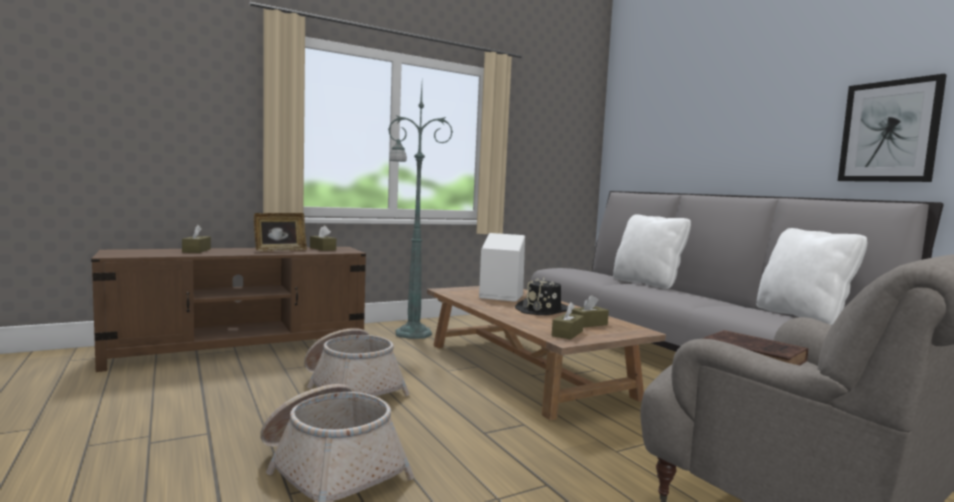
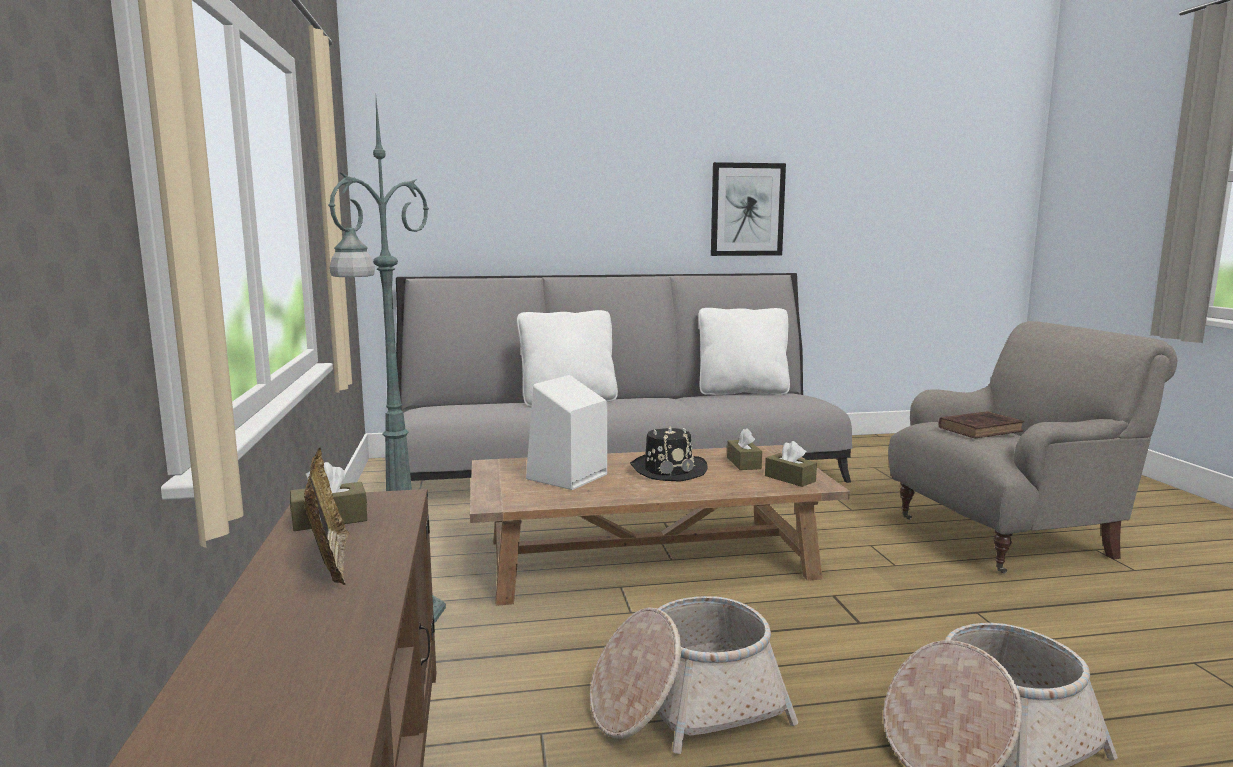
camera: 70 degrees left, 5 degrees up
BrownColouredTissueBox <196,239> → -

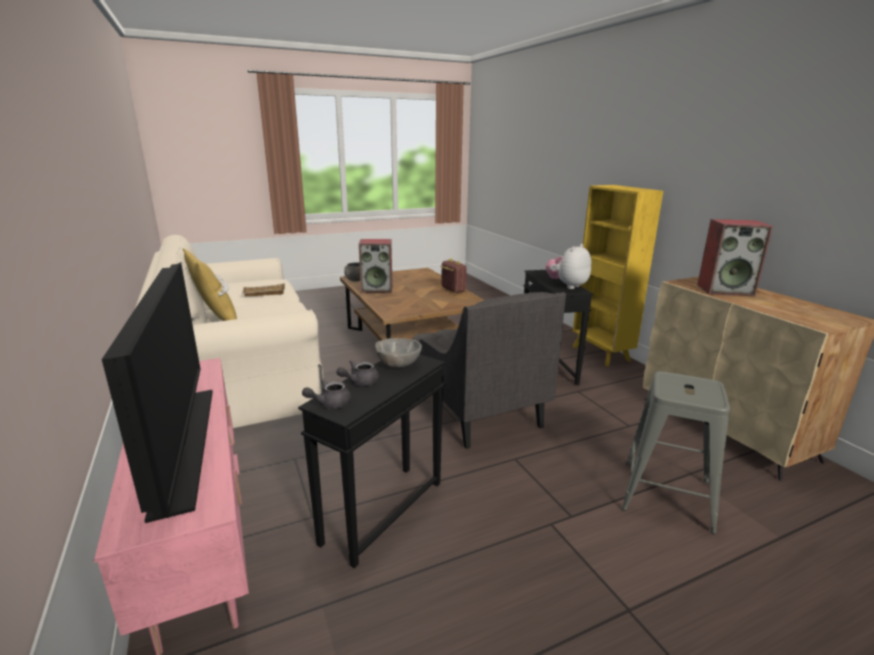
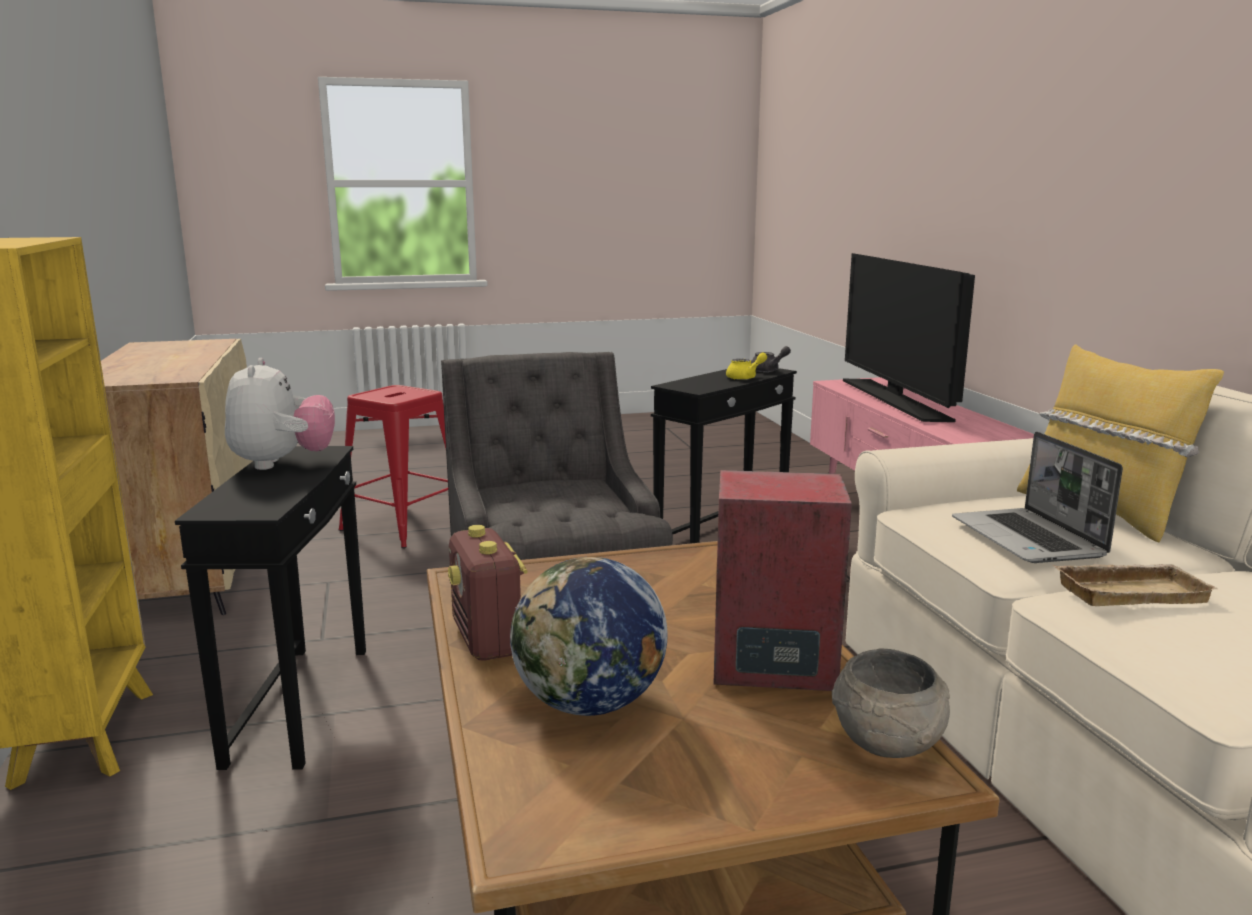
camera: 170 degrees left, 5 degrees down
GrayDeepDish <398,353> → -
Loudspeaker <735,257> → -
- → DeskGlobe <589,636>
- → NotebookComputer <1037,497>
GrayPotForTea <358,373> → YellowColouredPotForTea <746,366>
GraySittingStool <676,452> → RedSittingStool <393,466>
SoftToy <568,266> → SoftToy <280,414>, 60 degrees counterclockwise

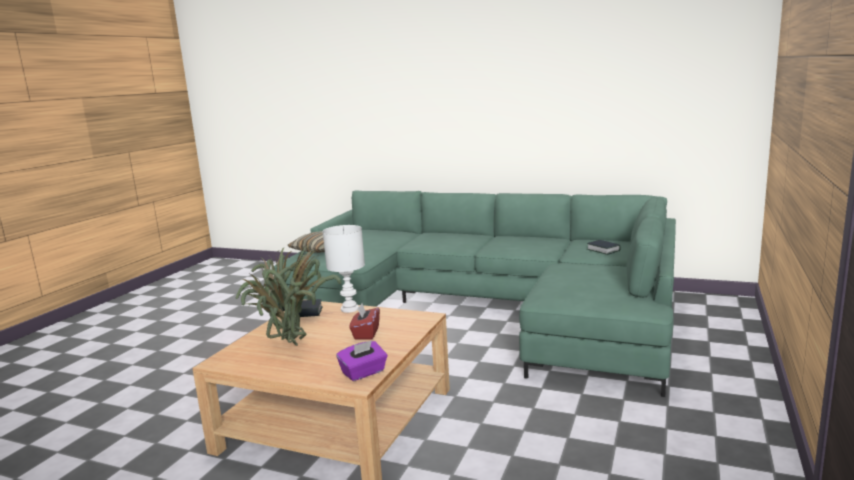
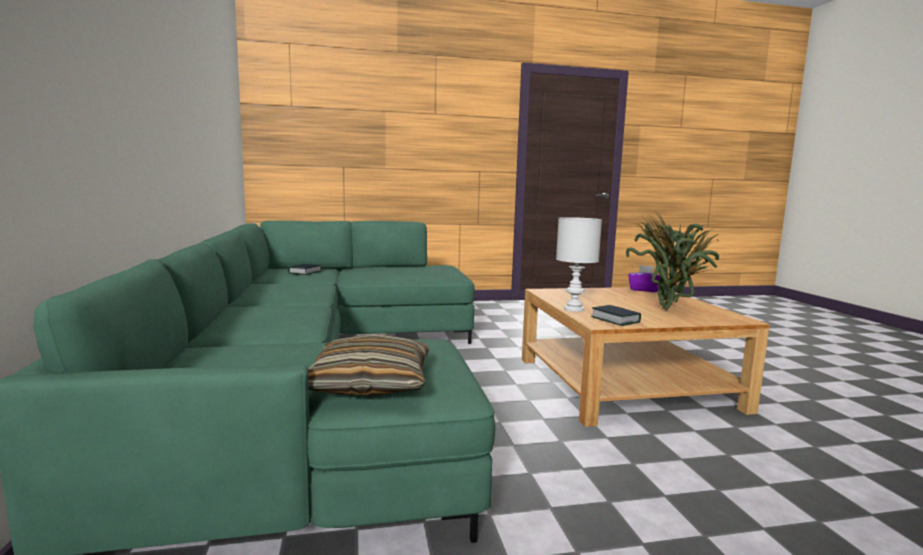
camera: 125 degrees left, 5 degrees down
RedTissueBox <364,321> → -

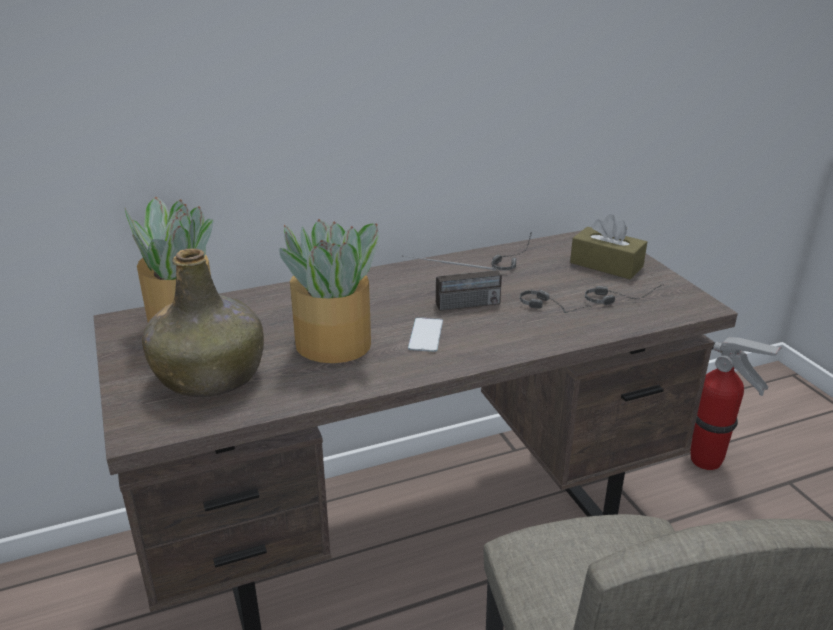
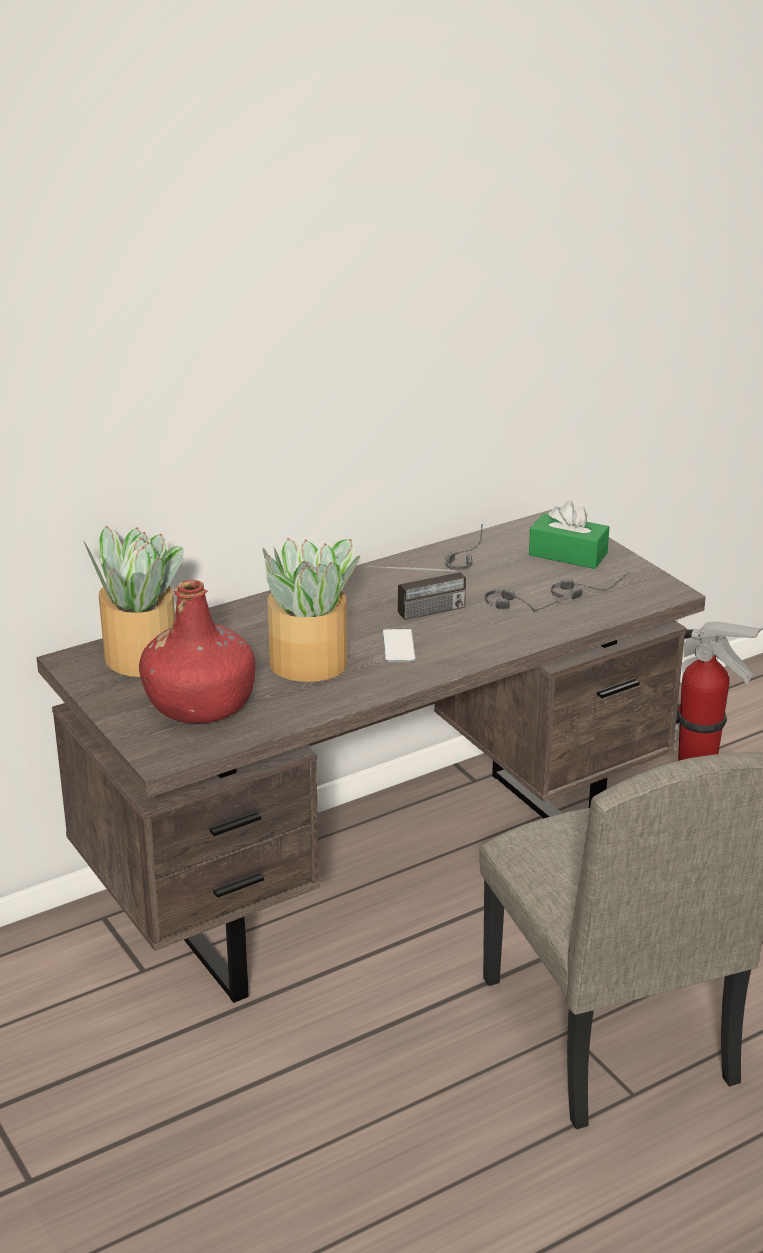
camera: 10 degrees left, 0 degrees up
GreenishBeverageBottle <203,322> → RedBeverageBottle <197,651>
BrownColouredTissueBox <608,246> → GreenishTissueBox <569,535>

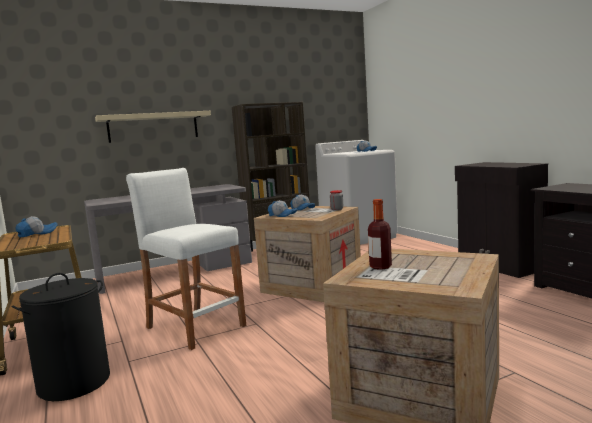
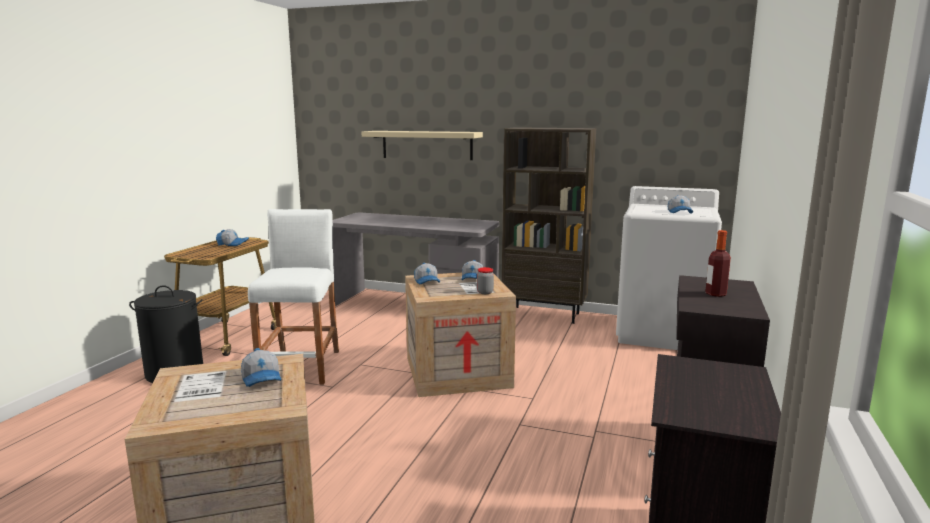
camera: 45 degrees right, 5 degrees up
- → Cap <261,367>
BeverageBottle <380,234> → BeverageBottle <718,263>, move

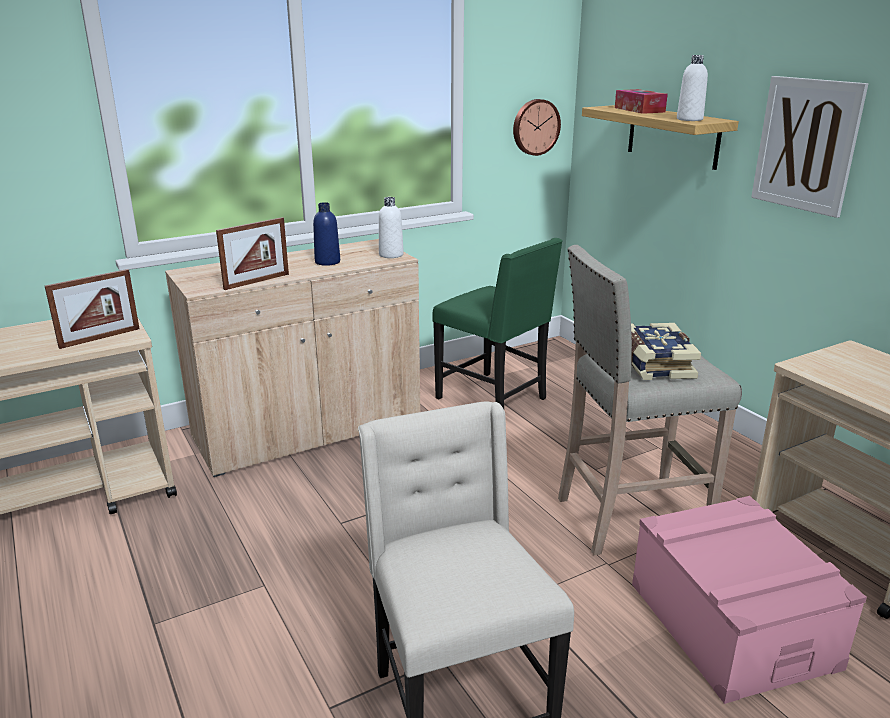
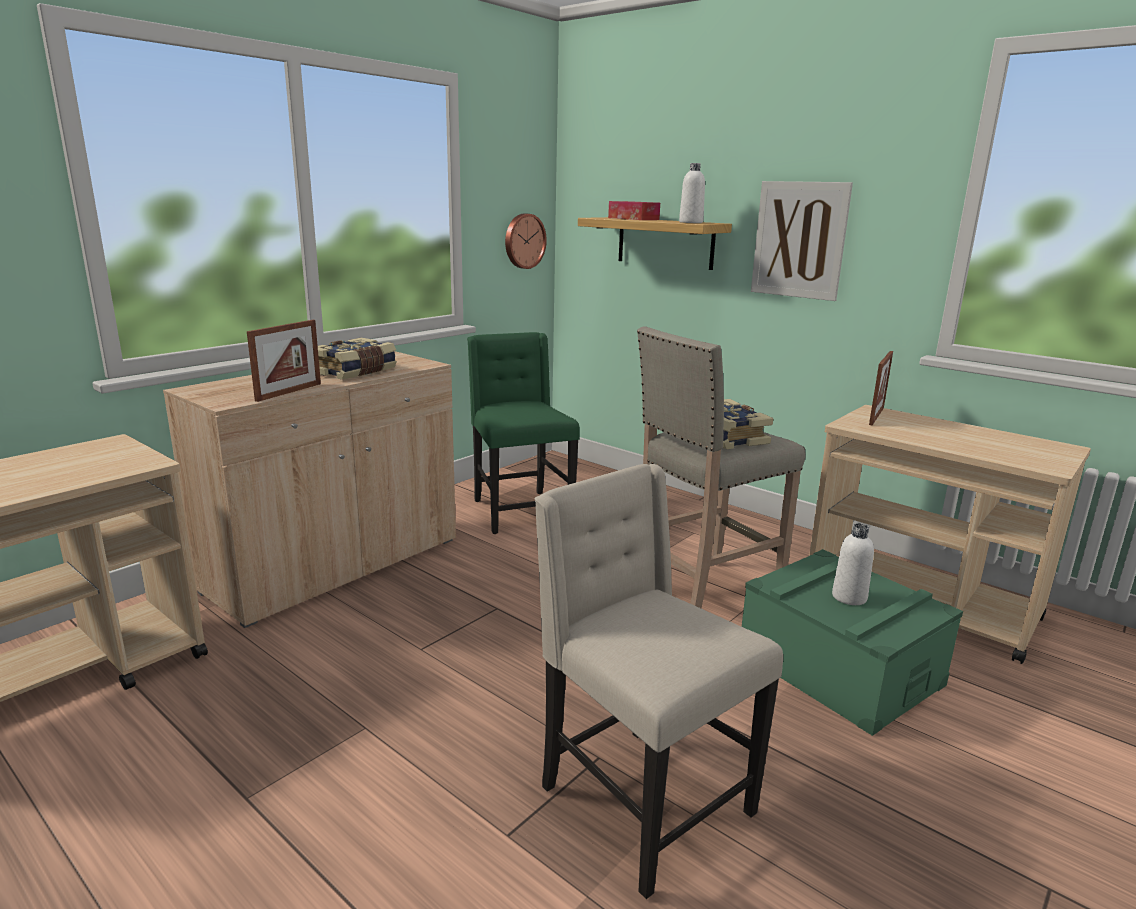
camera: 20 degrees left, 5 degrees down
PictureFrame <92,309> → PictureFrame <881,388>, move
WhiteBeverageBottle <391,227> → WhiteBeverageBottle <853,564>, move
BlueBeverageBottle <326,234> → BoundBook <357,359>
PinkishStorageContainer <749,600> → GreenishStorageContainer <852,642>
GreenishUprightChair <497,323> → GreenishUprightChair <523,433>, 135 degrees counterclockwise

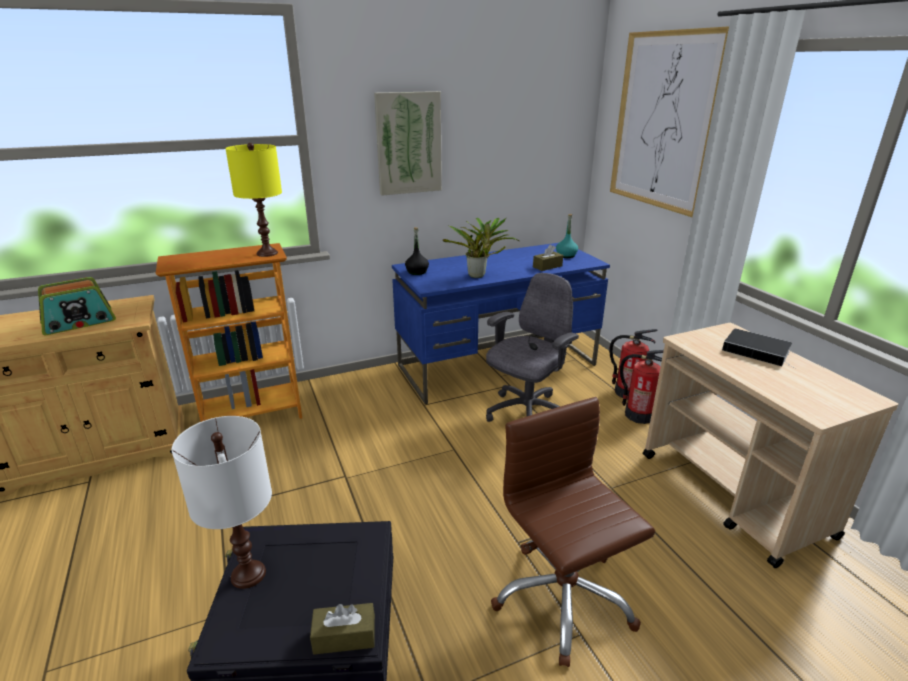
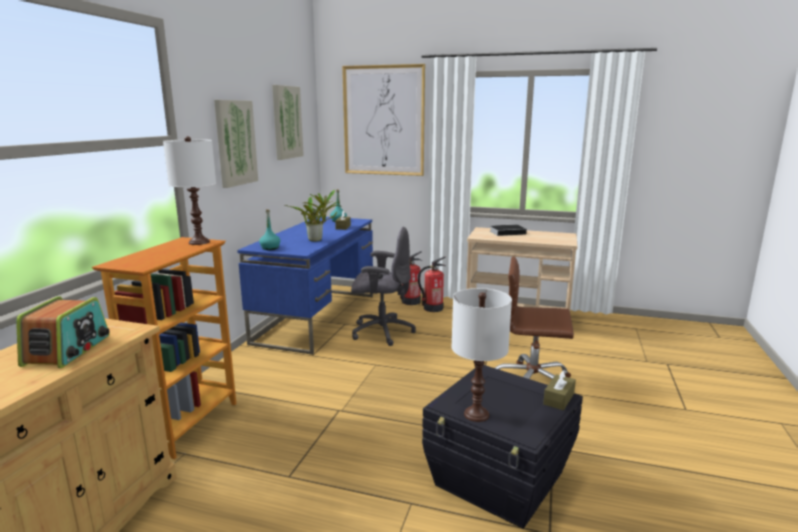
camera: 50 degrees left, 10 degrees down
- → WallPicture <288,122>
YellowColouredLampForATable <253,200> → WhiteLampForATable <189,190>
BlackColouredBeverageBottle <417,251> → BlueGreenBeverageBottle <269,229>
GrayComputerChair <532,347> → GrayComputerChair <383,286>, 105 degrees clockwise

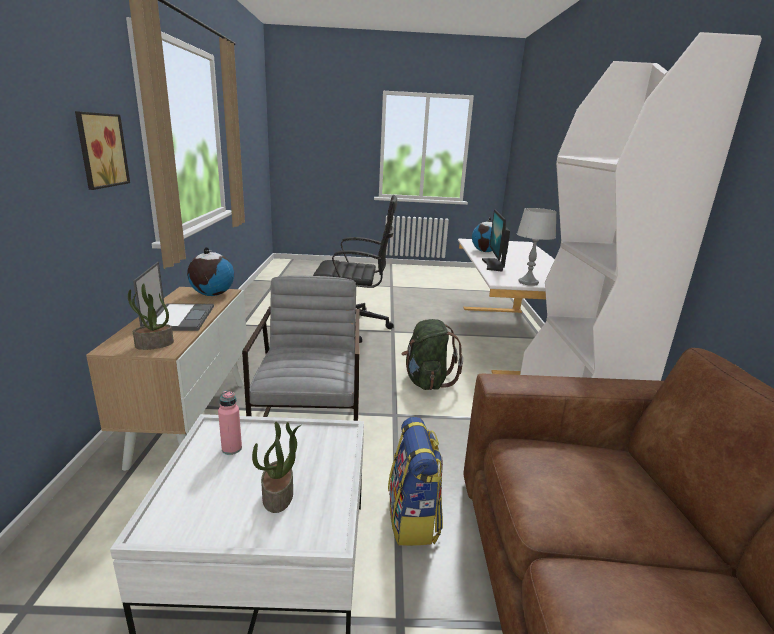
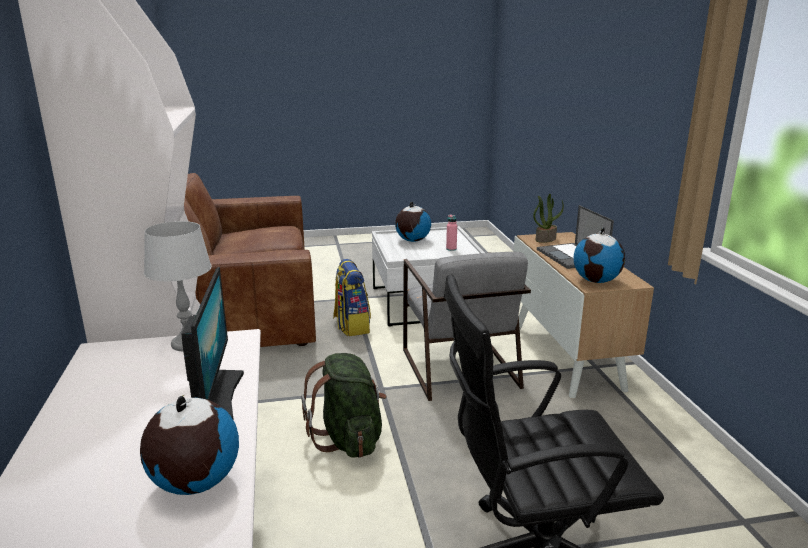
camera: 170 degrees right, 0 degrees up
WallPicture <102,150> → -
PlantInAPot <276,467> → DeskGlobe <413,222>

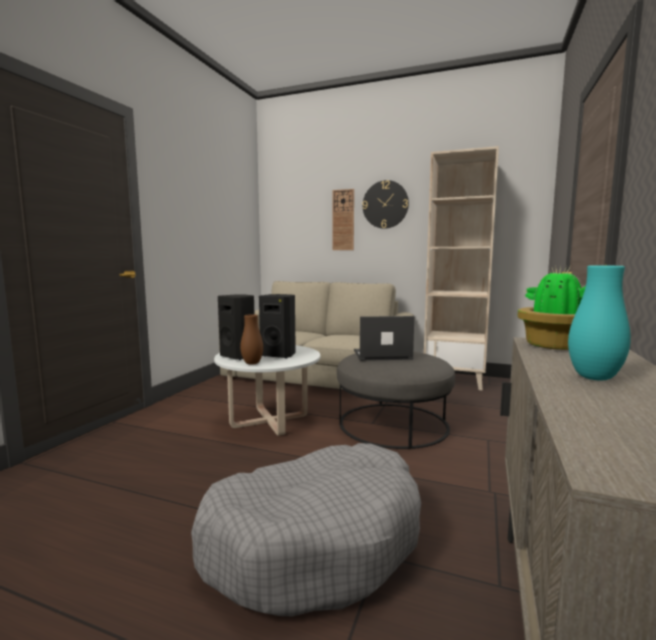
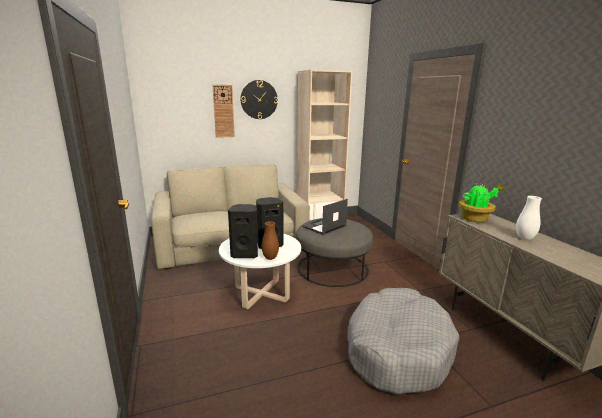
camera: 40 degrees left, 10 degrees up
BlueGreenVase <599,323> → WhiteVase <529,218>

